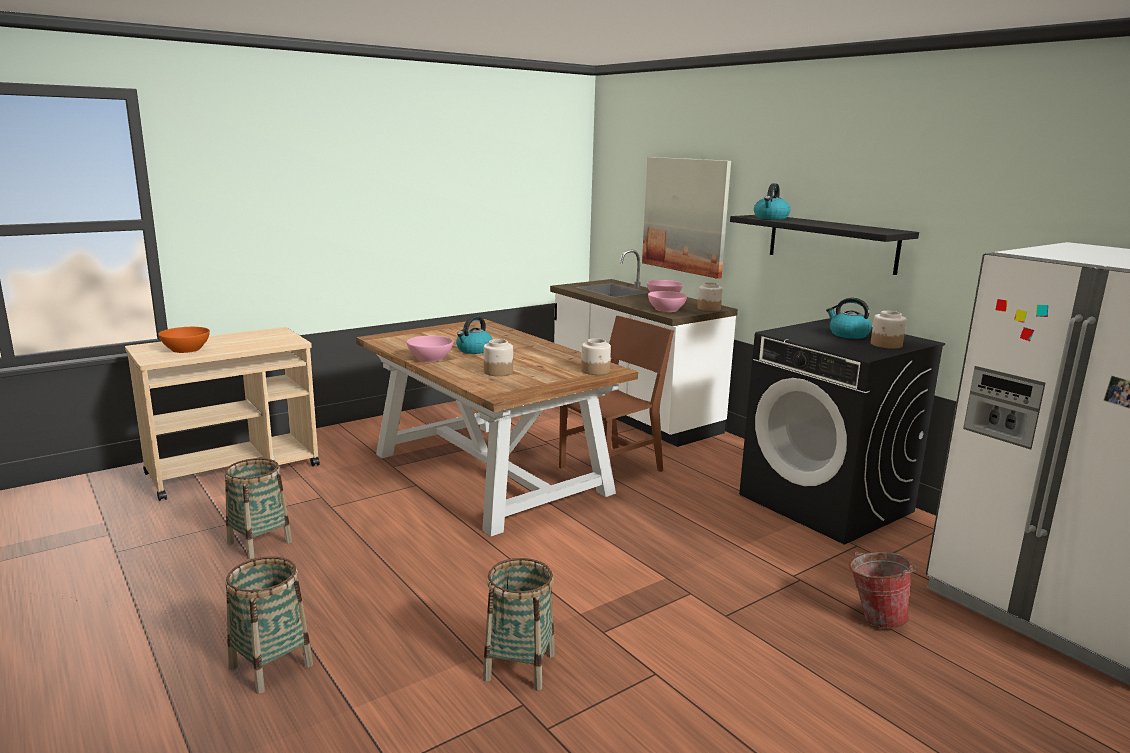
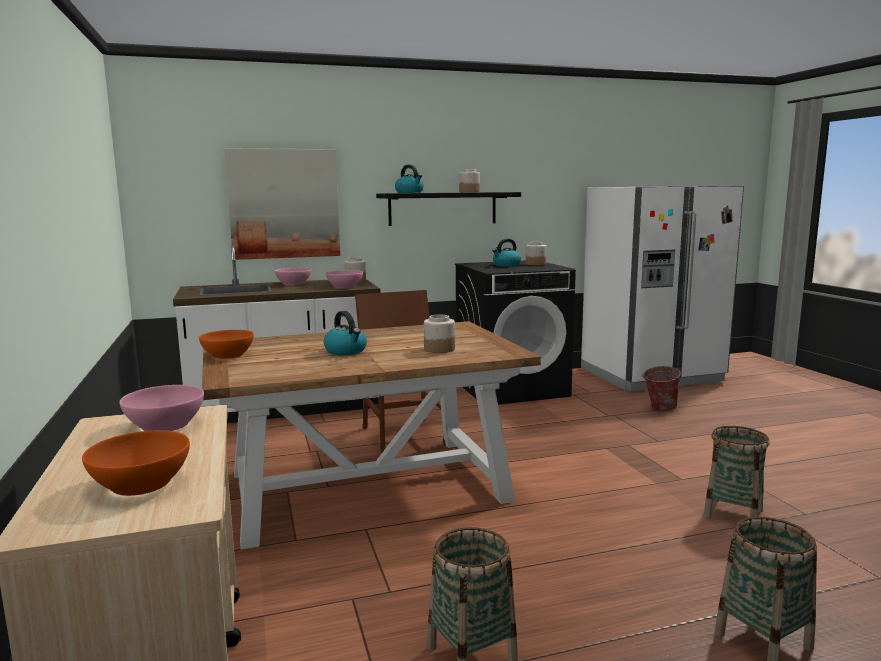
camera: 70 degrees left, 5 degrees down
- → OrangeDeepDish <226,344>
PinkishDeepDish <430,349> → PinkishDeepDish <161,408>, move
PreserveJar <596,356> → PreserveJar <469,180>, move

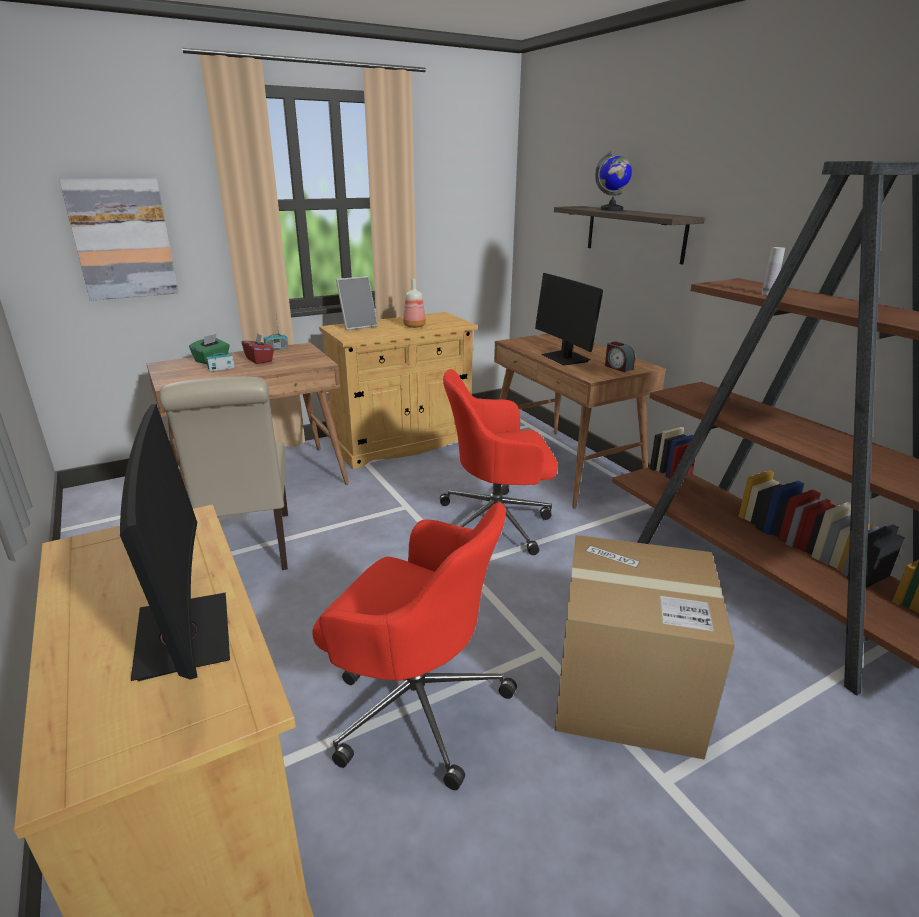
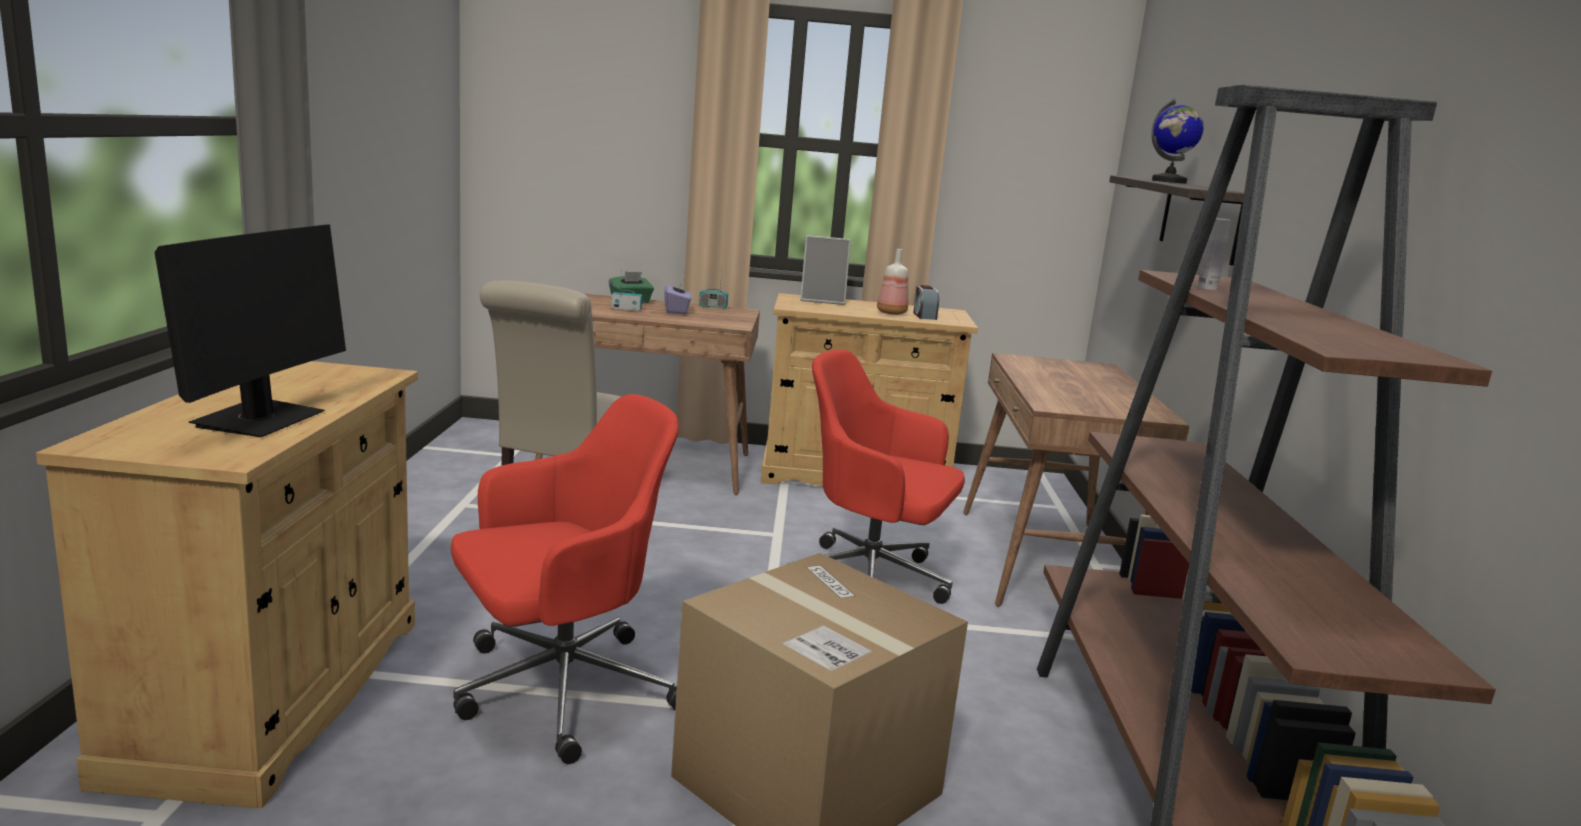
camera: 30 degrees right, 10 degrees down
WallPicture <119,240> → -
ComputerScreen <569,319> → -
TableClock <620,356> → TableClock <926,302>, move
RedTissueBox <258,348> → PurpleTissueBox <678,297>
RedComputerChair <414,646> → RedComputerChair <565,579>, 90 degrees counterclockwise

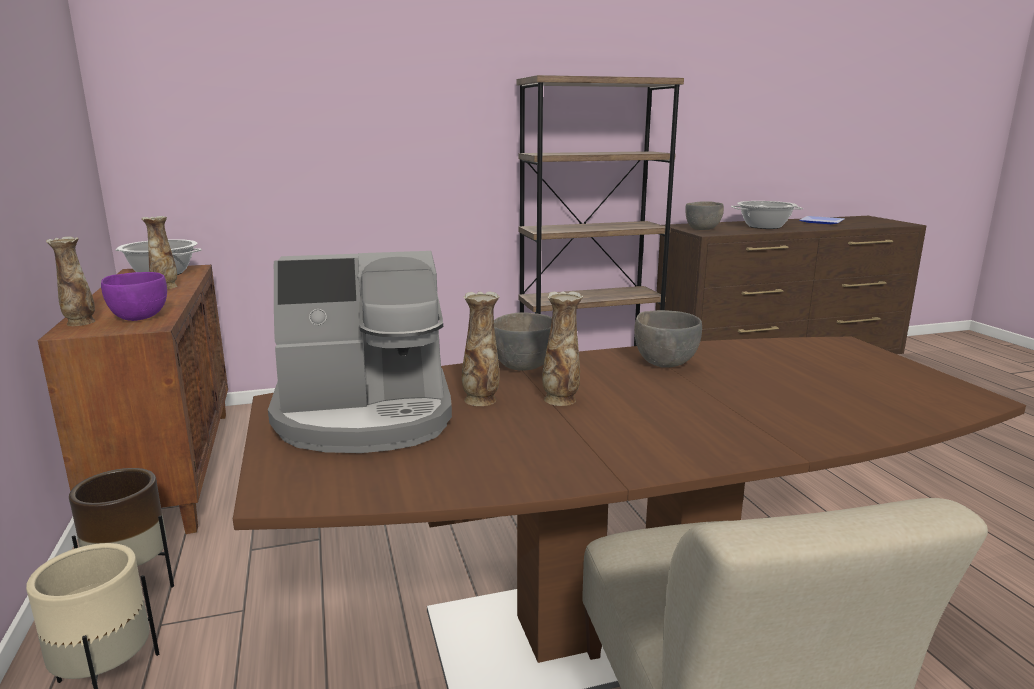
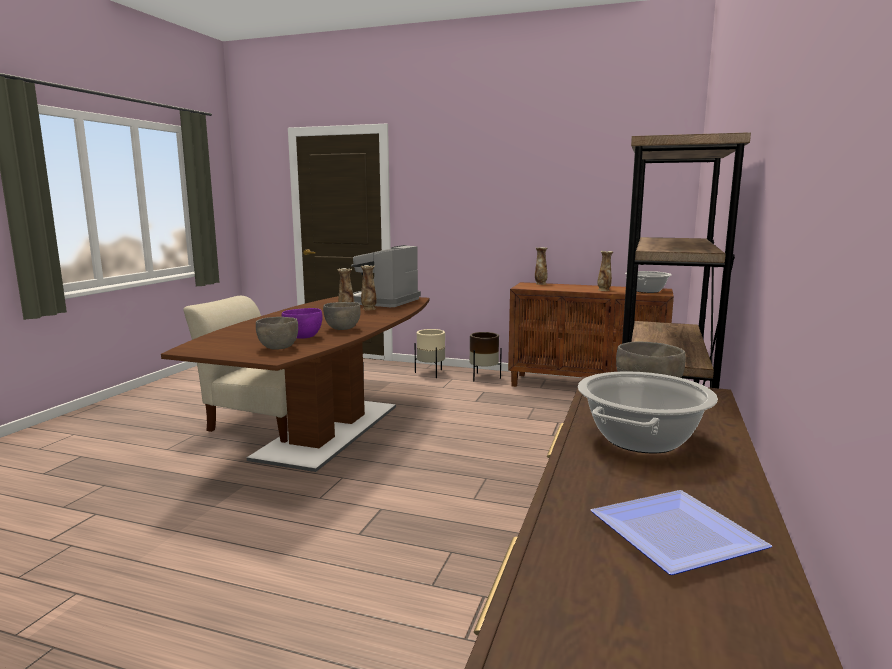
camera: 125 degrees right, 5 degrees down
PurpleDeepDish <134,296> → PurpleDeepDish <302,323>, move
GrayDeepDish <523,341> → GrayDeepDish <277,333>, move

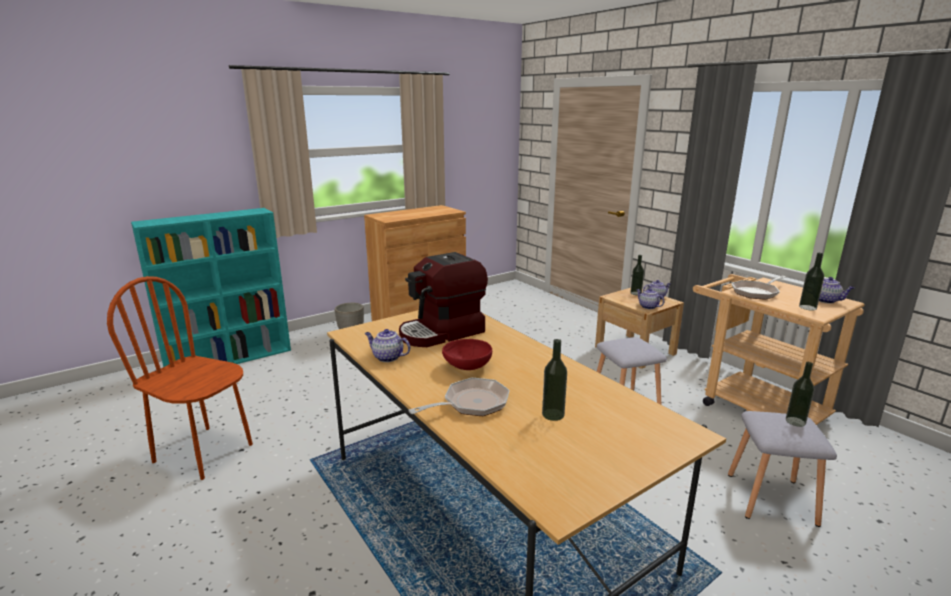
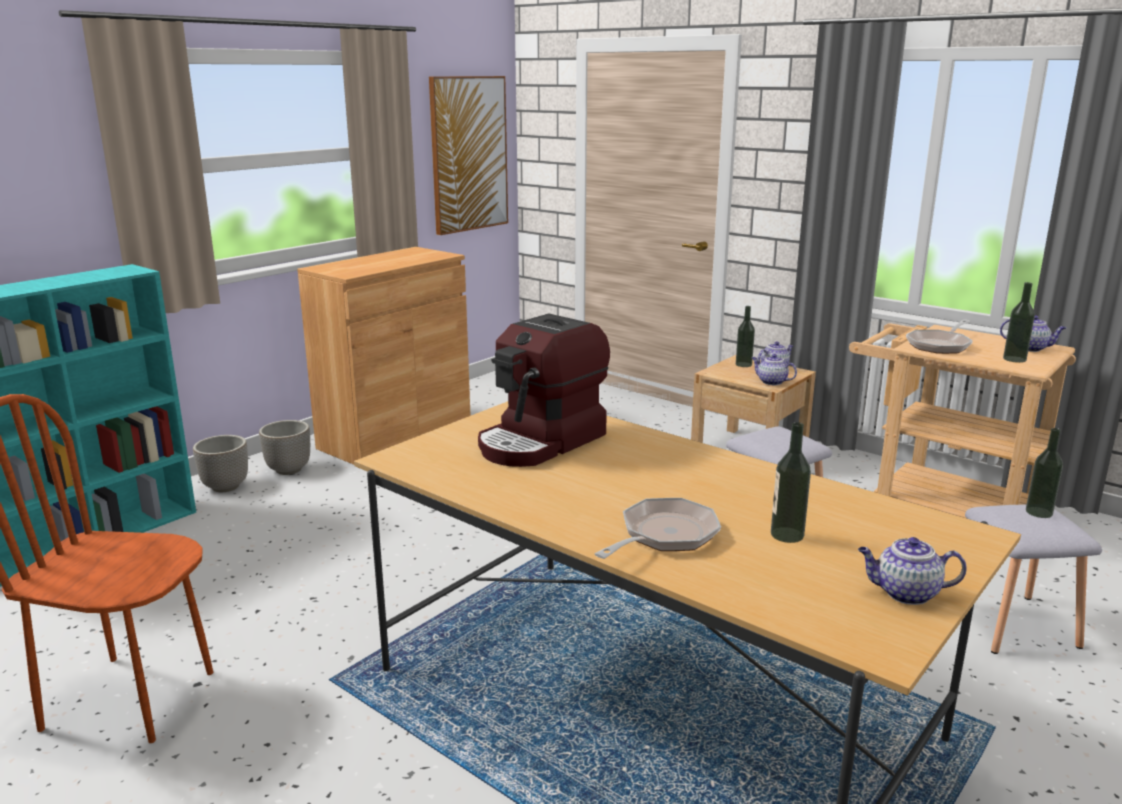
camera: 15 degrees left, 0 degrees up
RedDeepDish <467,354> → -
- → PlantPot <220,463>
- → WallPicture <468,155>
PotForTea <387,345> → PotForTea <912,571>, move

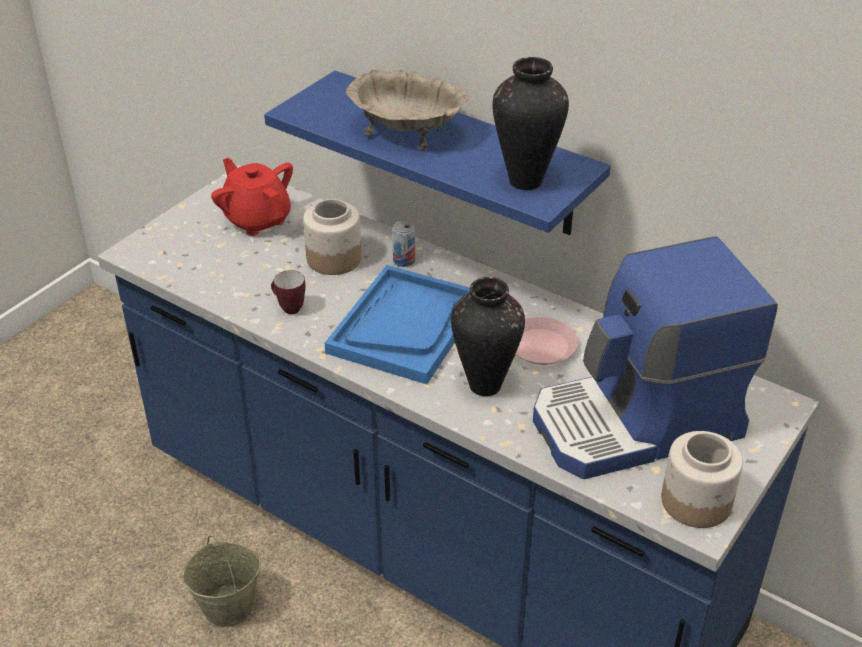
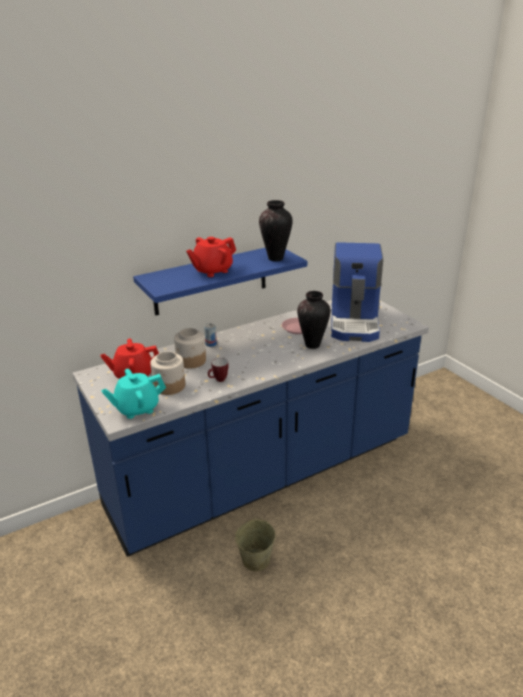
camera: 65 degrees left, 10 degrees down
BlueTray <397,324> → -
- → BlueGreenPotForTea <133,394>
PreserveJar <702,479> → PreserveJar <167,373>, move
BeigeColouredDeepDish <407,110> → RedPotForTea <211,257>

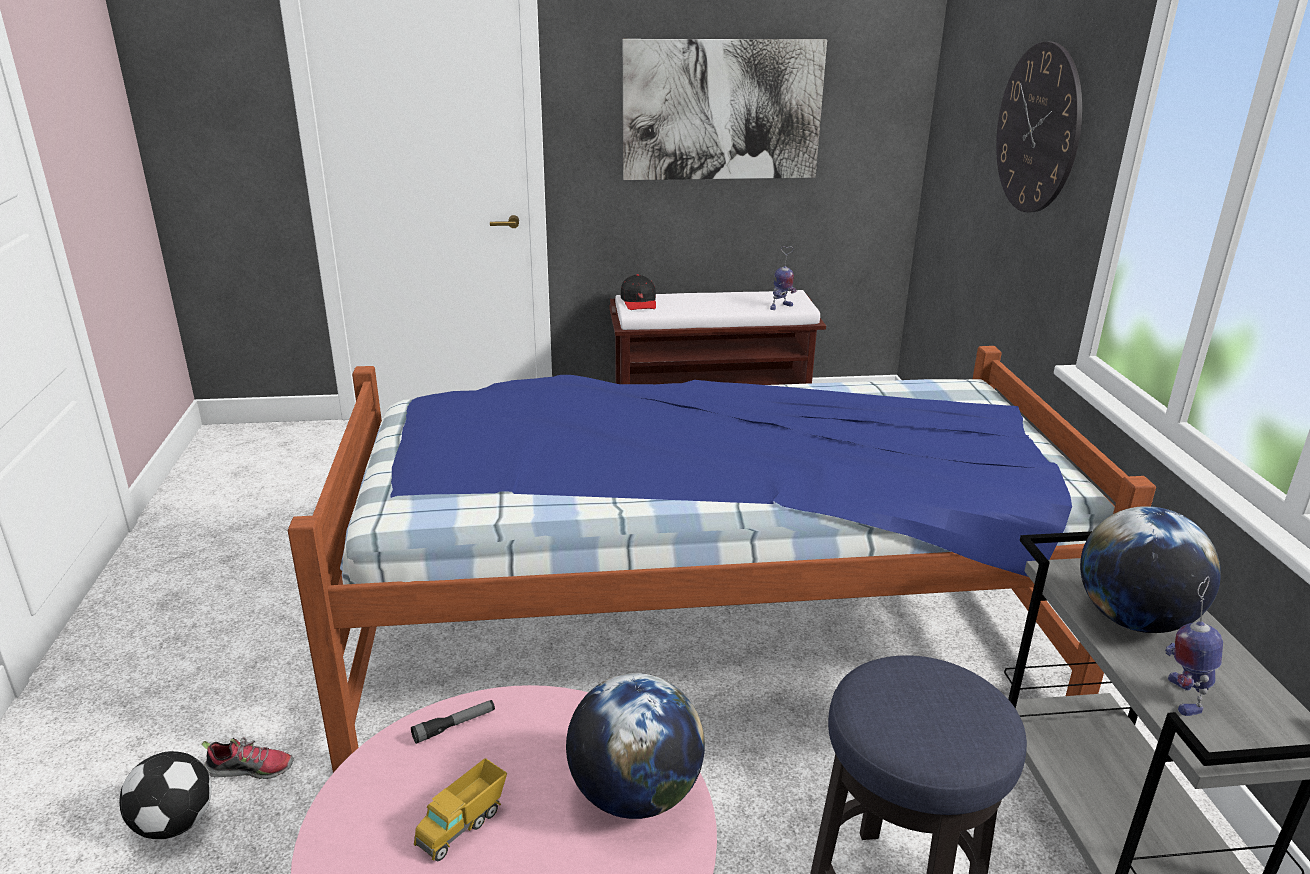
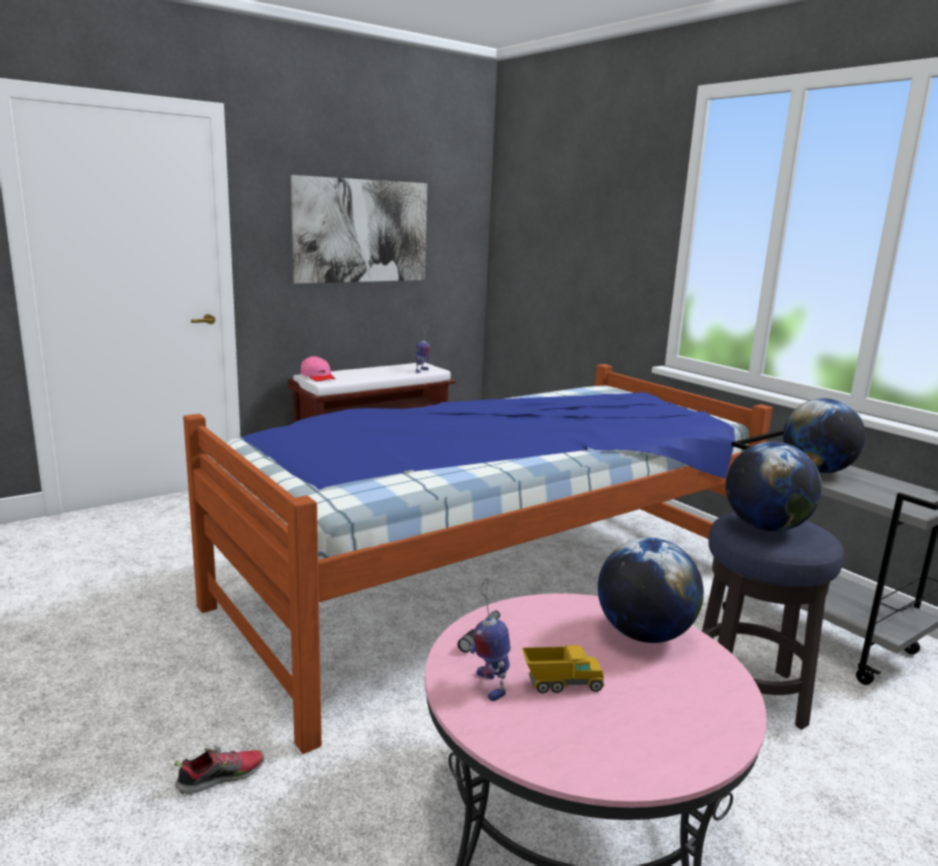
camera: 30 degrees left, 10 degrees down
FootballBall <165,795> → -
HangingClock <1039,127> → -
- → DeskGlobe <774,486>
RobotFigure <1194,646> → RobotFigure <490,639>, move
BlackColouredCap <638,292> → PinkishCap <318,369>
ToyLorry <460,809> → ToyLorry <563,669>, 105 degrees counterclockwise

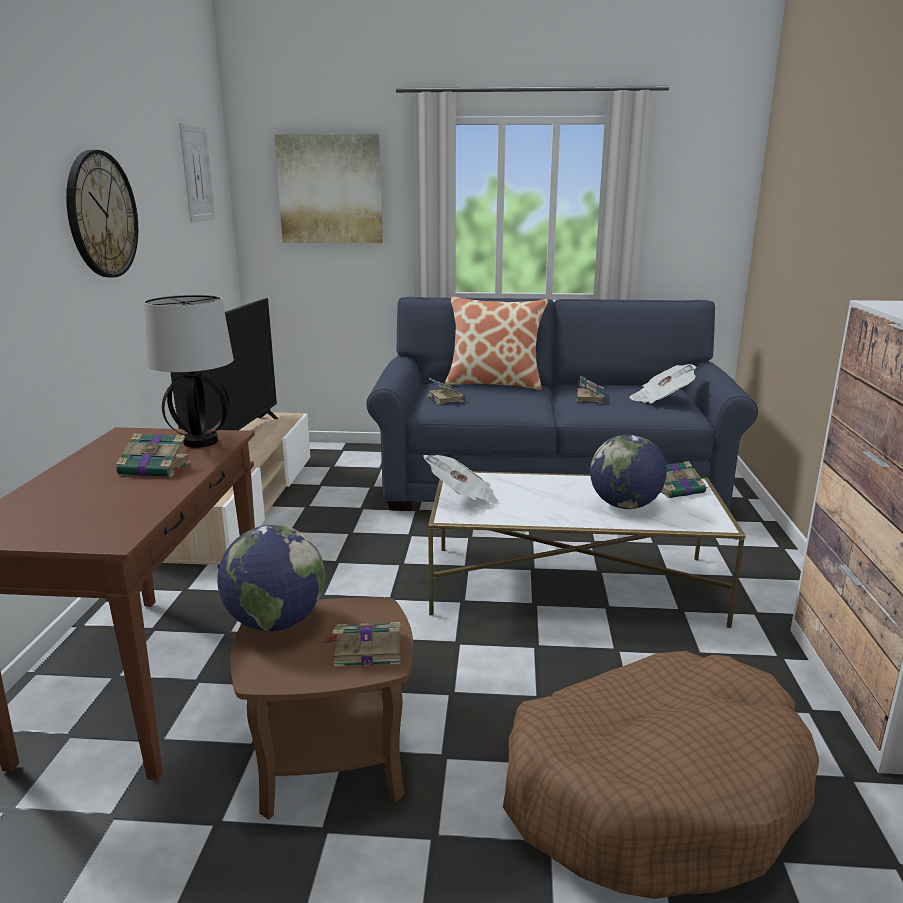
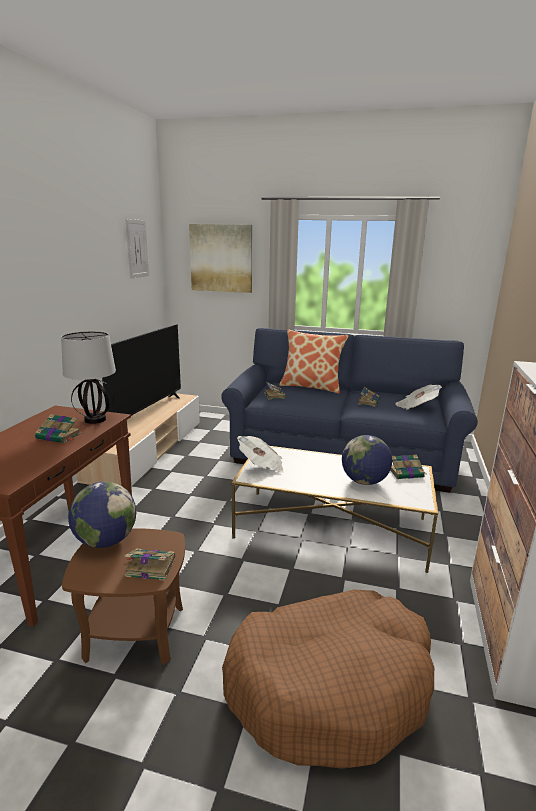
camera: 10 degrees right, 0 degrees up
HangingClock <102,213> → -

